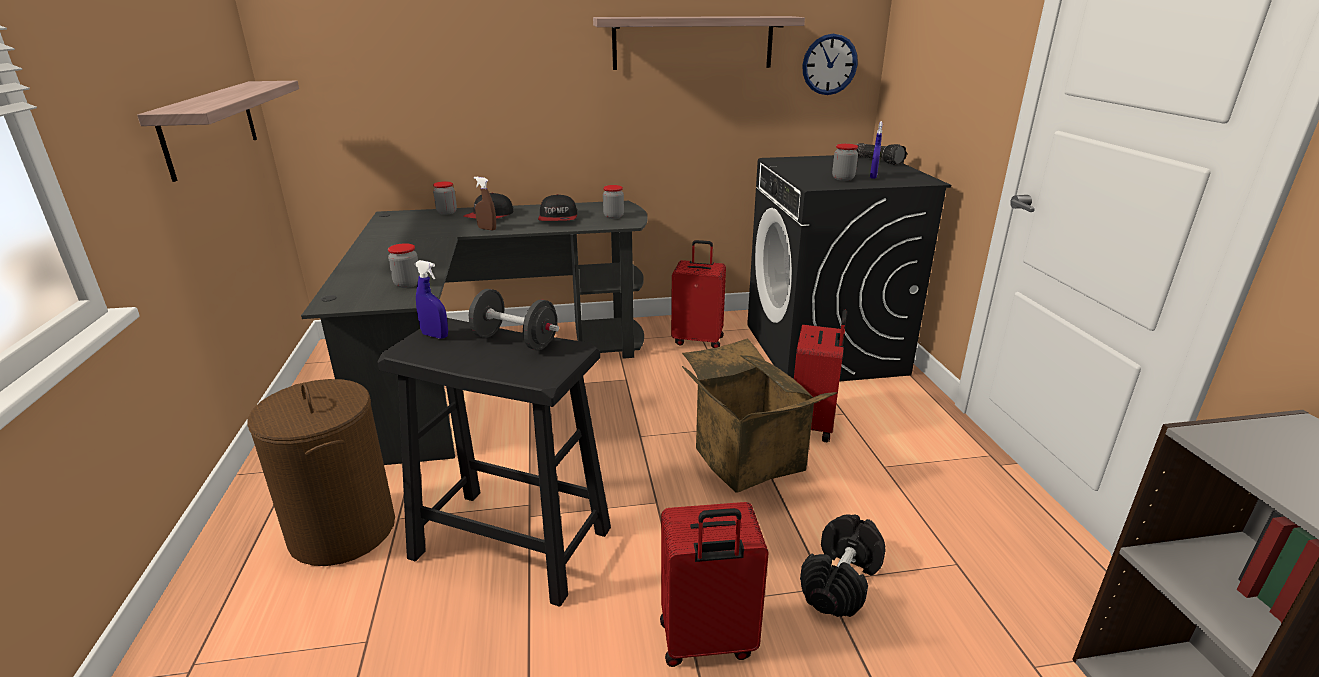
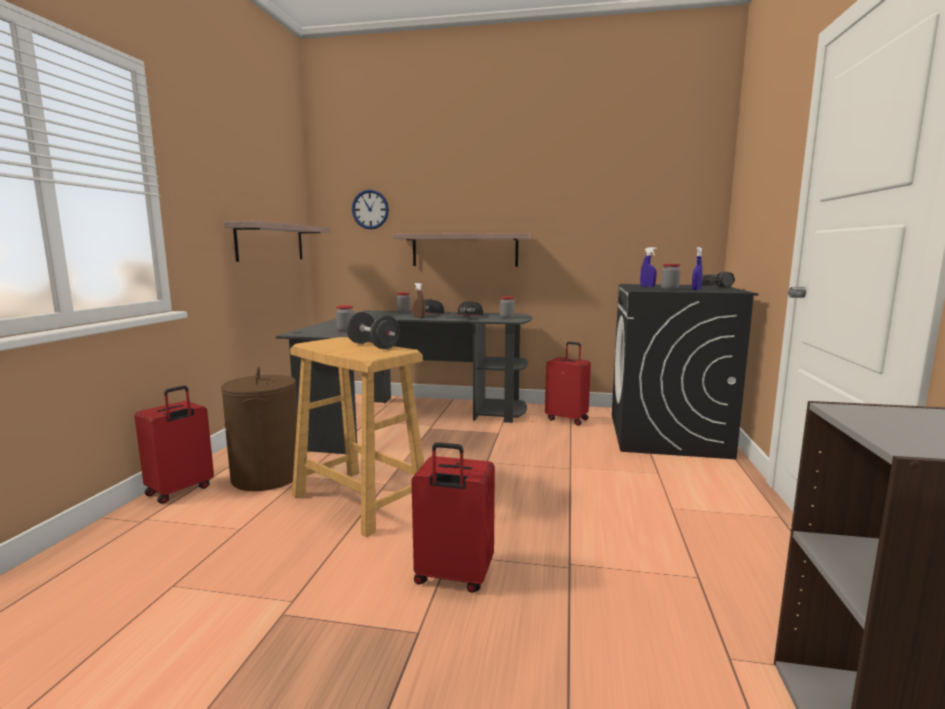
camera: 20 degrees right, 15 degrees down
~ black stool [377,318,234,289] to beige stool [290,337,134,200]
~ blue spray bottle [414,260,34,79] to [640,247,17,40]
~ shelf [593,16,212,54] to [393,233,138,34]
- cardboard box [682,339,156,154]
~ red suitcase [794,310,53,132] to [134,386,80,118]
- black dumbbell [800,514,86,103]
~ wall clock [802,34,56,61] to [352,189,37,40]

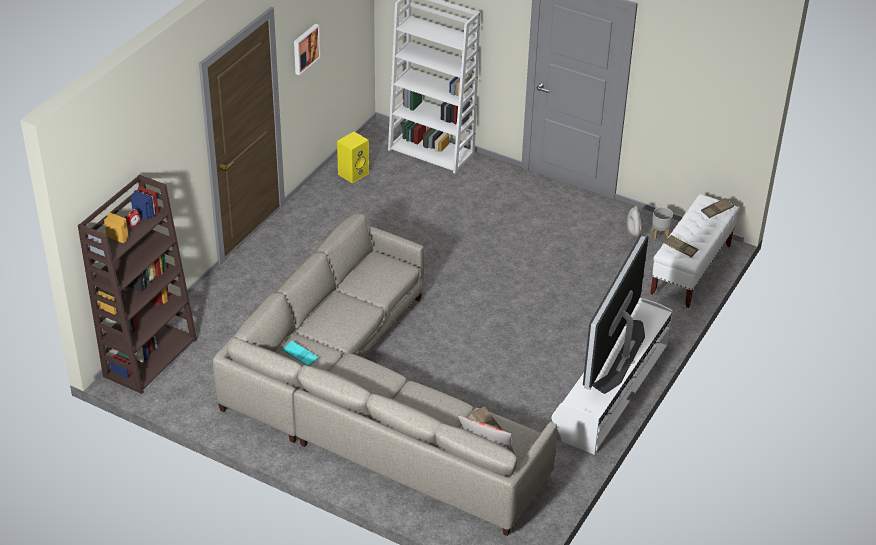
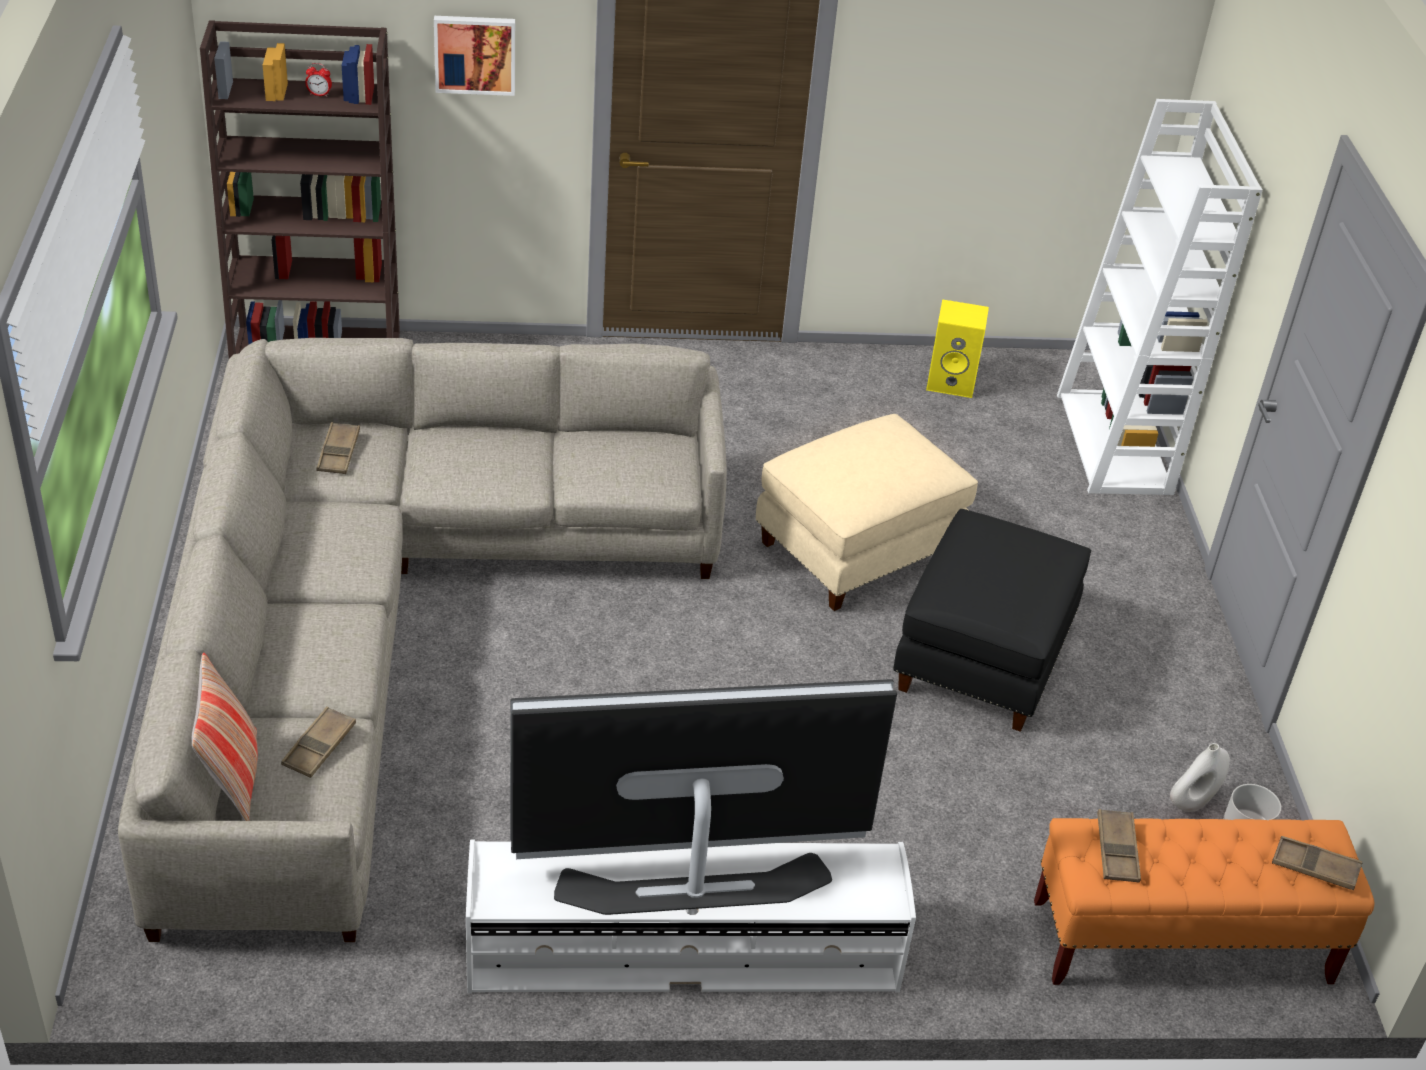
camera: 55 degrees right, 0 degrees up
~ turquoise tray [282,341,36,25] to brown tray [317,422,43,52]
~ picture [294,24,27,51] to [434,16,81,80]
~ white bench [650,194,89,114] to orange bench [1034,818,340,167]
+ beige ottoman [756,414,222,197]
+ black ottoman [893,509,198,223]

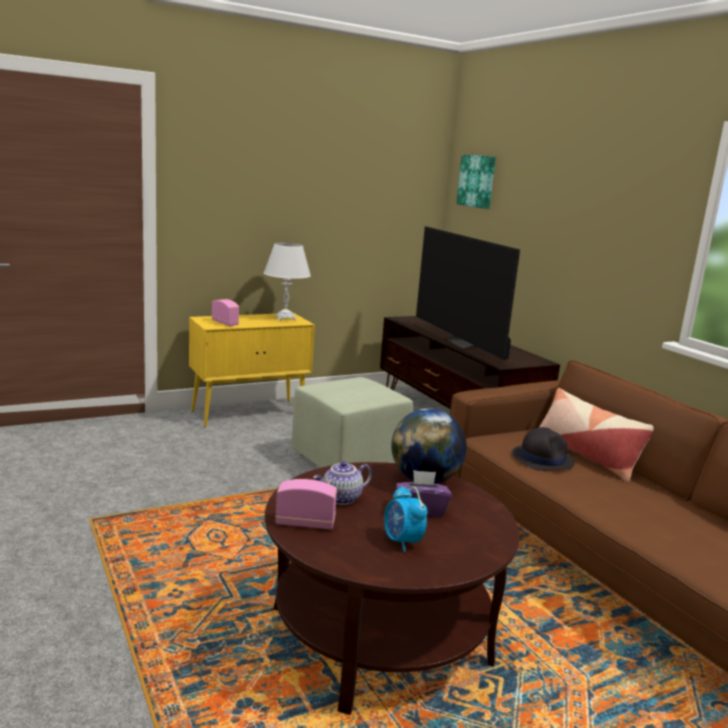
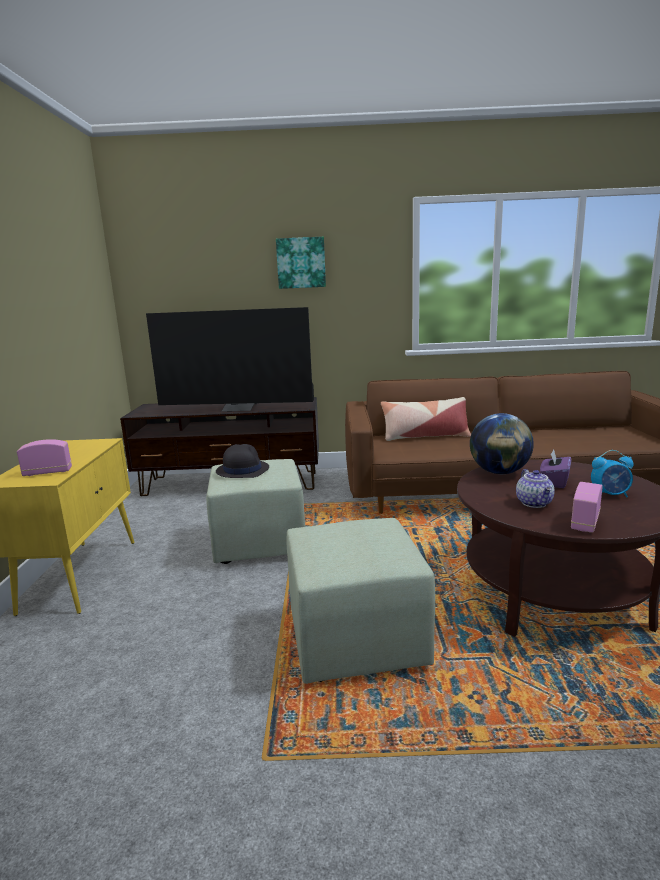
camera: 60 degrees left, 0 degrees up
- white table lamp [264,243,47,78]
~ picture [456,155,40,54] to [276,237,50,52]
~ black hat [512,427,63,44] to [216,444,53,34]
+ green ottoman [287,518,148,166]

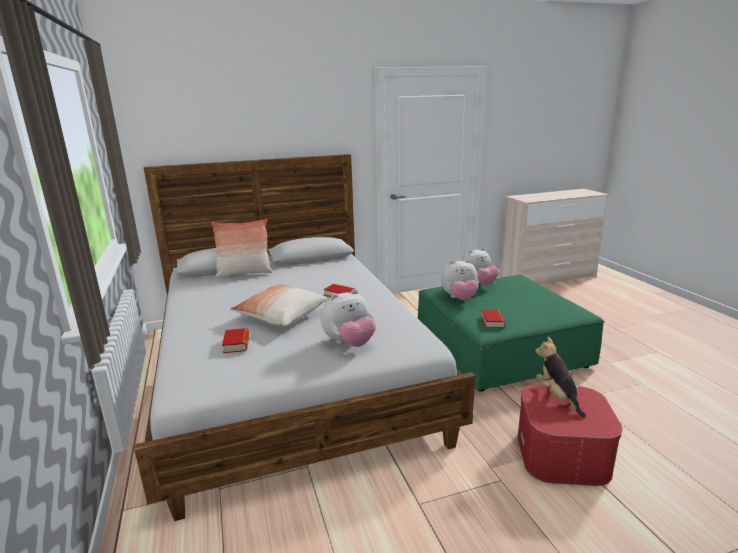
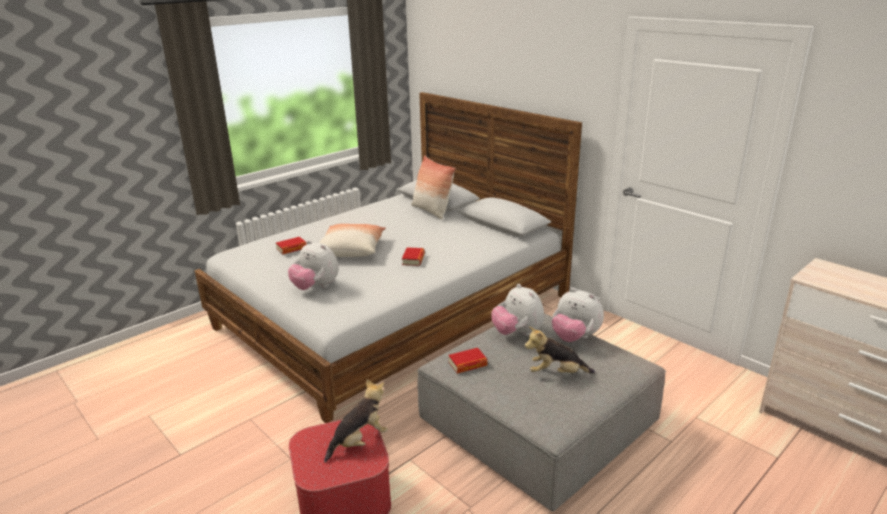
camera: 65 degrees right, 5 degrees up
~ green ottoman [418,275,187,117] to grey ottoman [417,313,249,199]
+ plush toy [525,327,70,47]

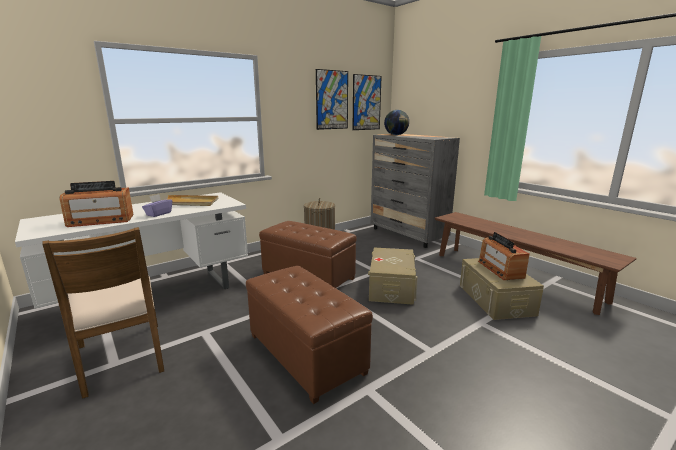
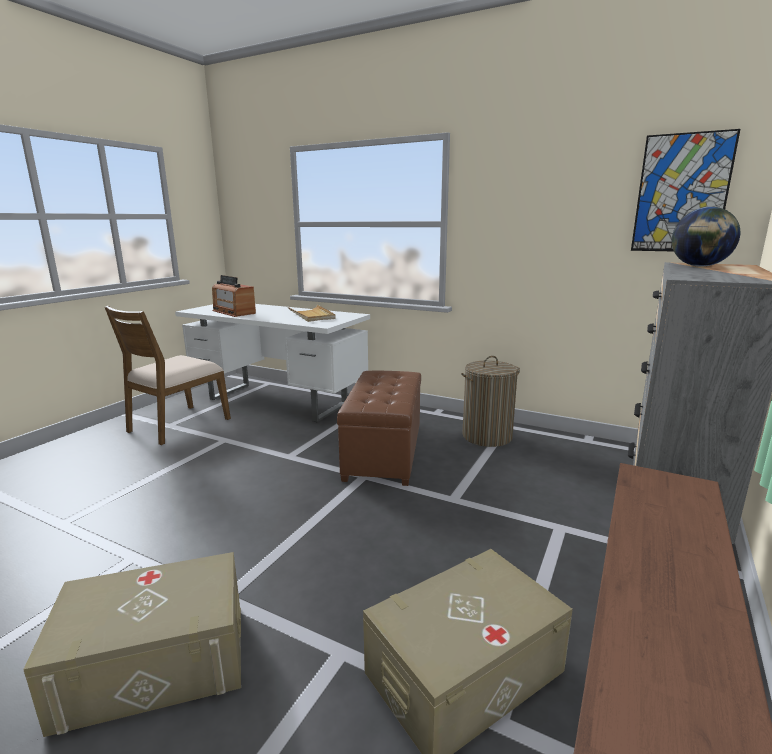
camera: 65 degrees right, 0 degrees up
- purple tissue box [142,194,30,23]
- brown ottoman [246,266,127,138]
- picture [316,69,32,61]
~ beige storage box [368,247,50,58] to [23,552,218,185]
- radio [478,232,52,48]

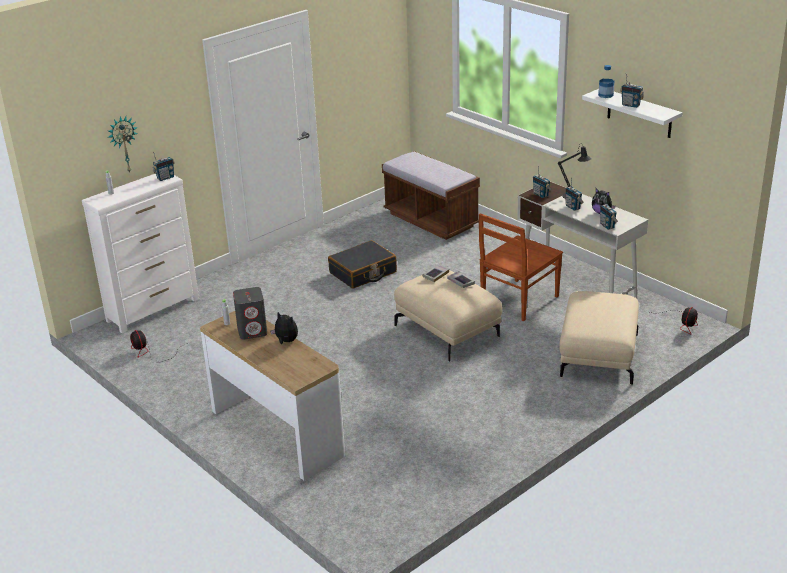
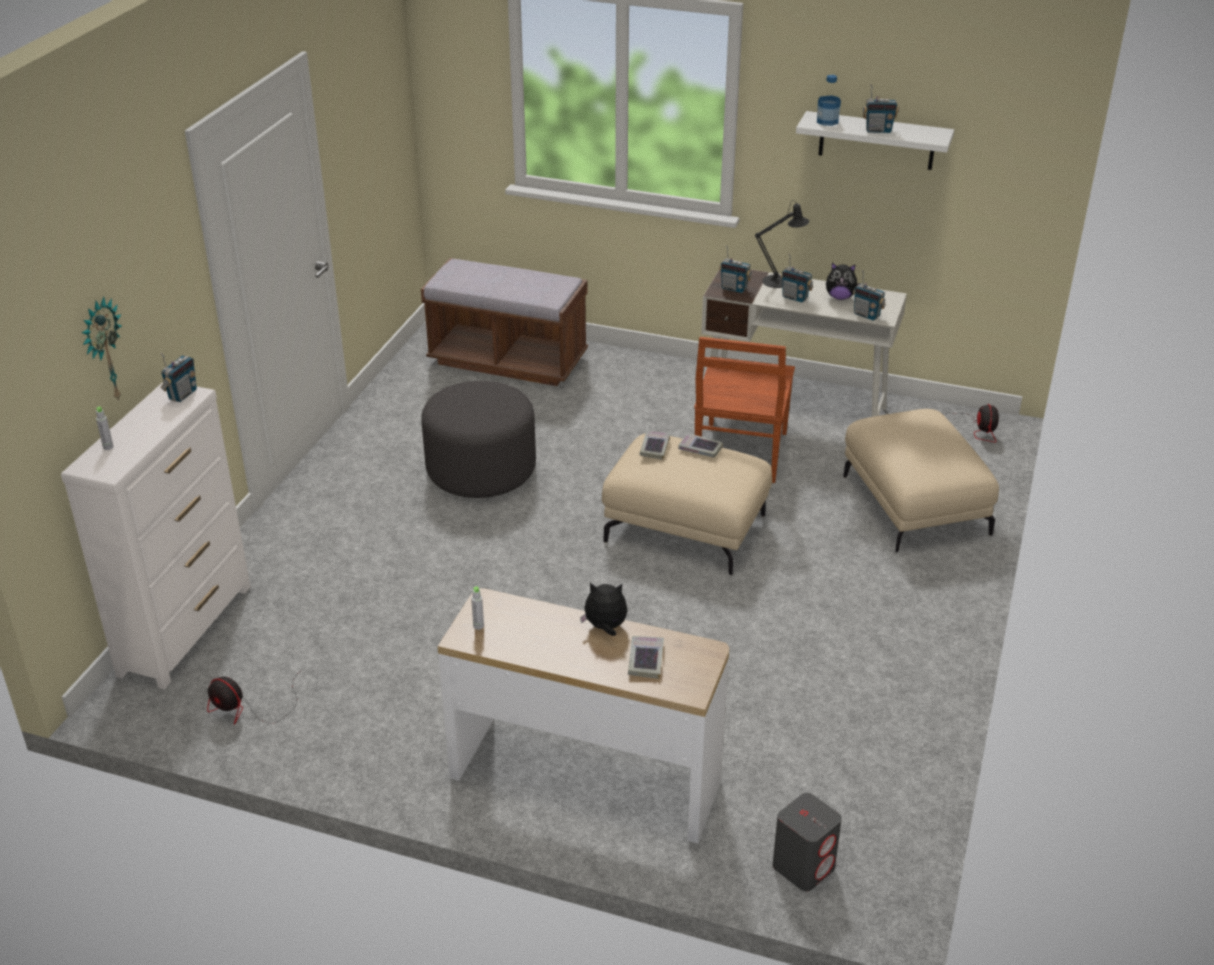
camera: 30 degrees left, 5 degrees up
~ grey speaker [233,287,34,53] to [773,793,69,98]
~ black suitcase [328,240,69,49] to grey ottoman [421,381,115,117]
+ book [628,636,36,43]

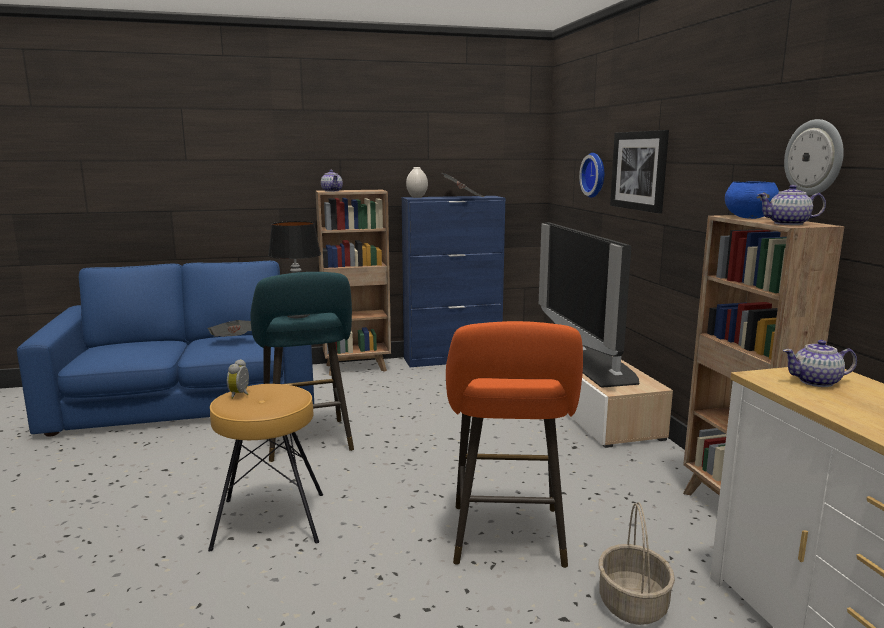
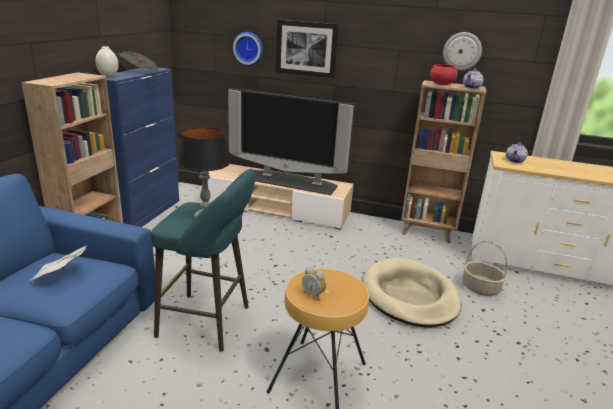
camera: 60 degrees left, 10 degrees up
- teapot [321,170,22,22]
~ orange stool [446,321,137,247] to beige dog bed [362,258,99,69]
~ blue bowl [725,181,54,38] to red bowl [430,64,28,21]

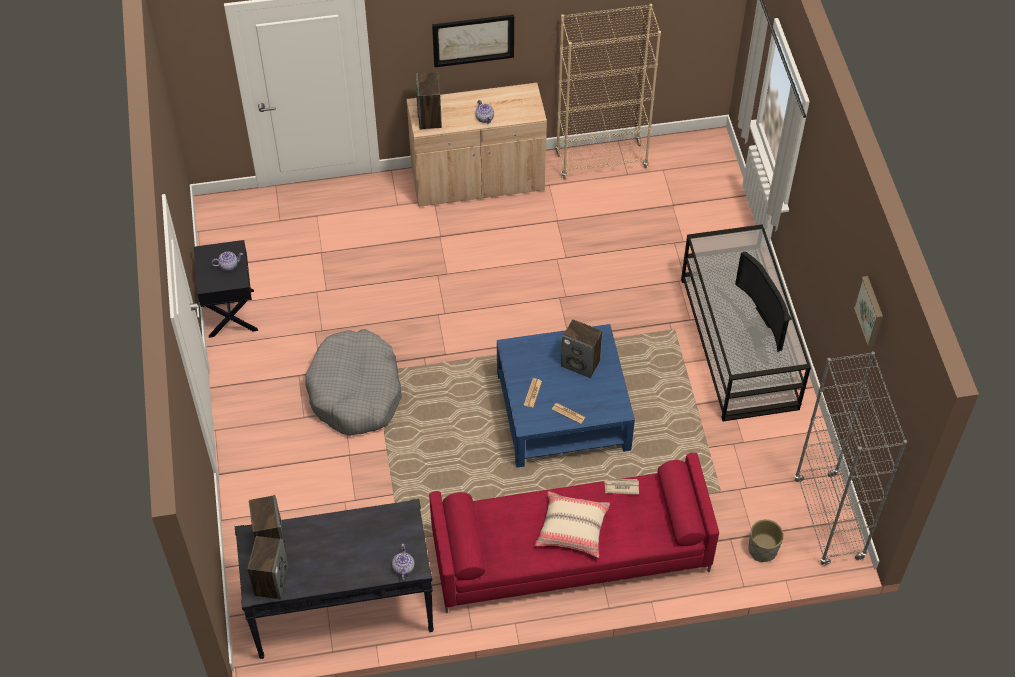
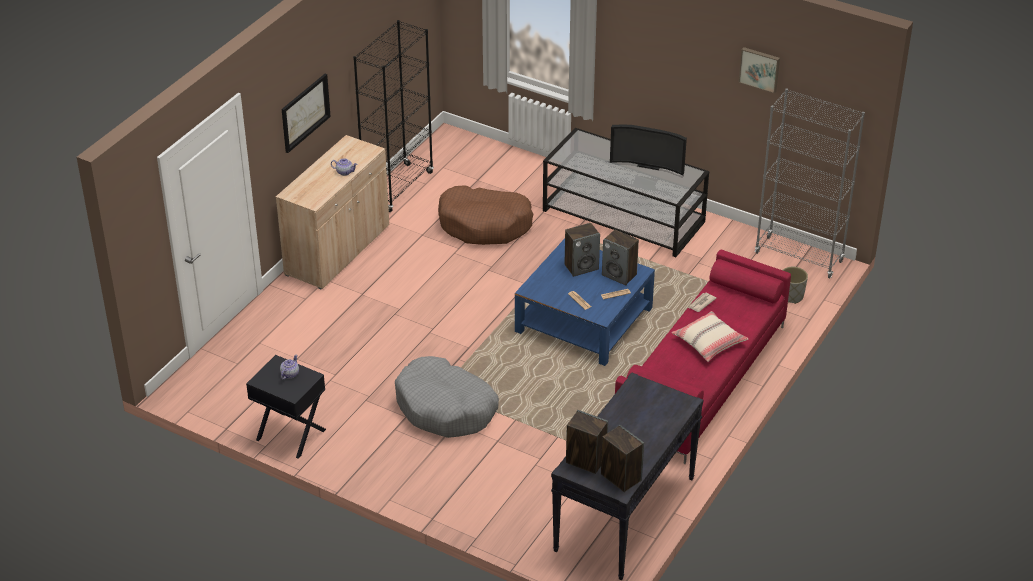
camera: 50 degrees left, 15 degrees down
- teapot [392,544,23,37]
~ speaker [416,72,26,58] to [602,230,37,55]
~ beige bookcase [556,4,105,175] to black bookcase [353,20,81,192]
+ brown dog bed [438,185,95,60]

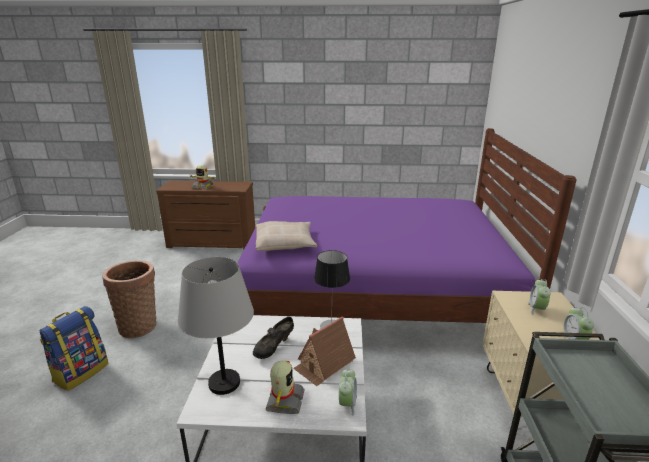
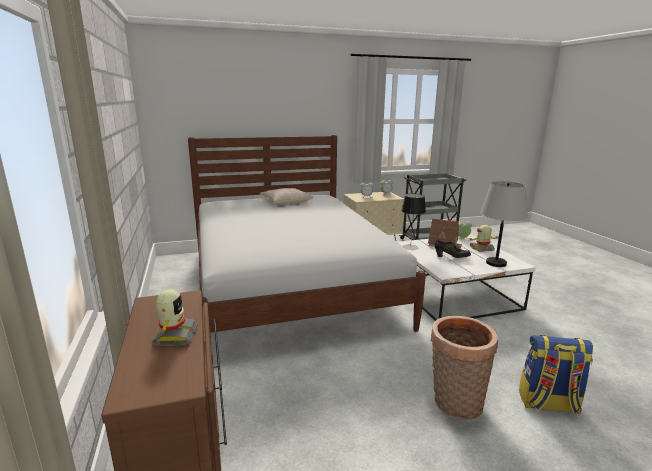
camera: 110 degrees left, 5 degrees down
~ purple bed [238,128,339,195] to white bed [188,135,238,198]
~ beige pillow [256,221,61,30] to [260,188,53,17]

